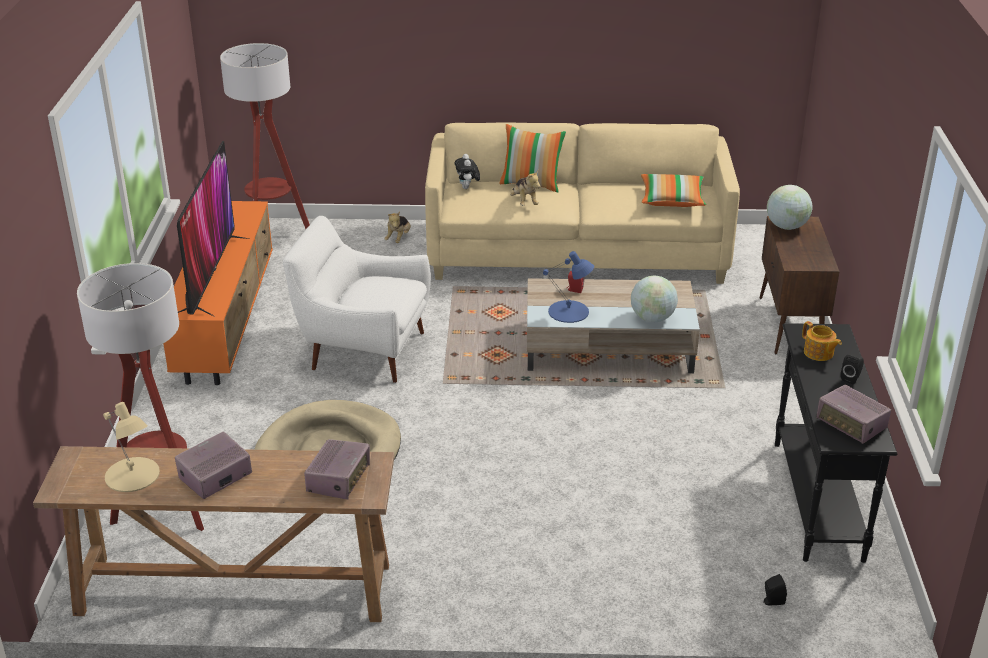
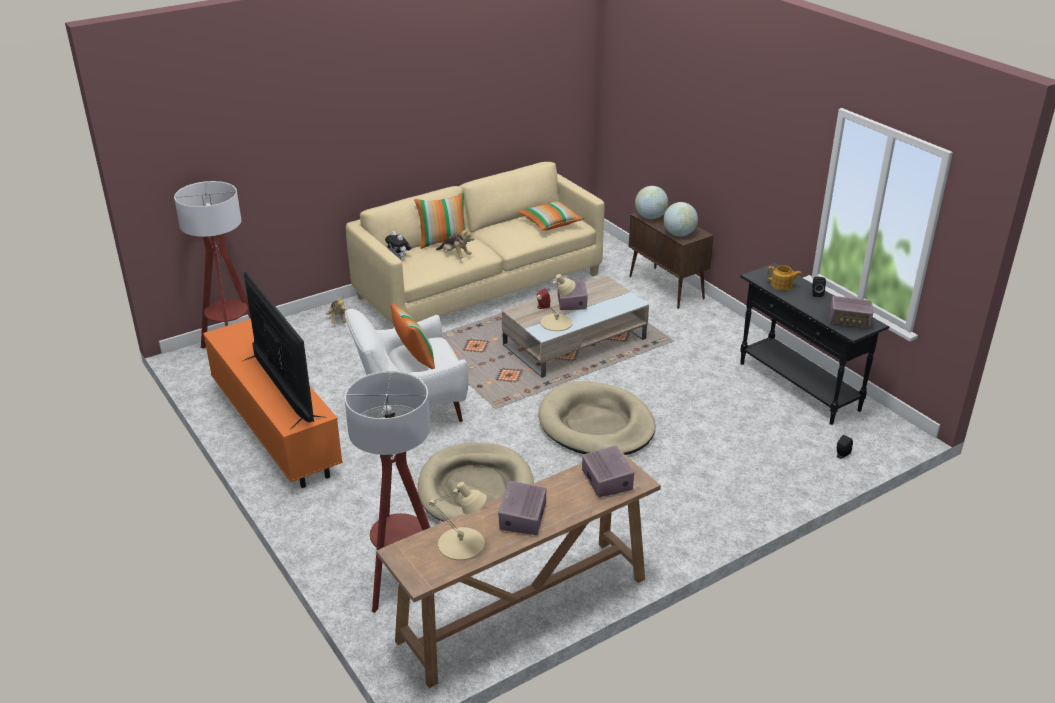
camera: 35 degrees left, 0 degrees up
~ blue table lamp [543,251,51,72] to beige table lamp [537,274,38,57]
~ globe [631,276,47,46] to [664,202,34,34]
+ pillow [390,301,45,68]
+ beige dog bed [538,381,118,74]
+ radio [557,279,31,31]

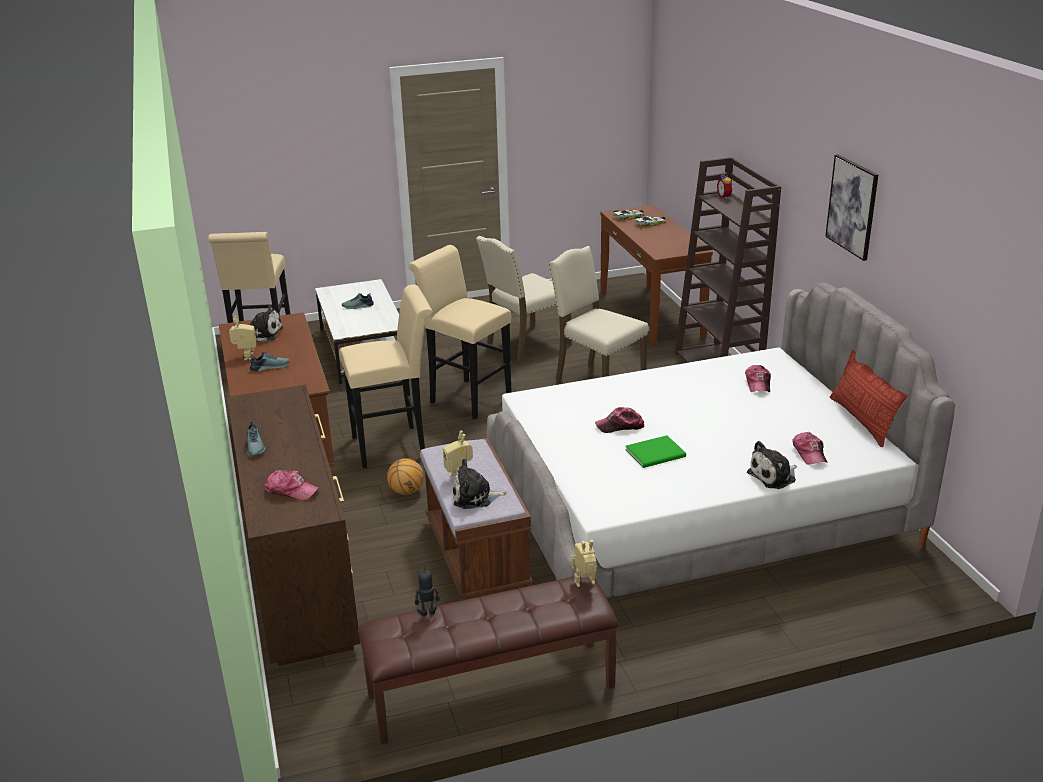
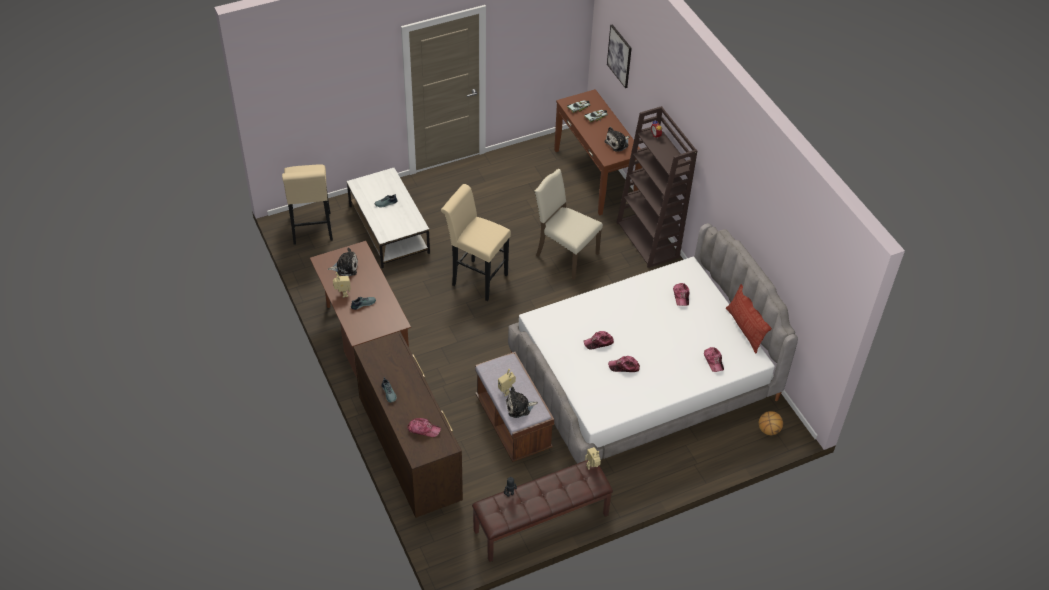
camera: 10 degrees left, 20 degrees up
- beige stool [339,284,94,184]
~ basketball [387,458,37,37] to [759,411,24,24]
- beige chair [476,236,95,127]
~ green book [626,435,60,33] to cap [608,356,32,16]
~ plush toy [747,441,50,48] to [604,127,25,25]
~ picture [825,154,53,107] to [607,24,25,64]

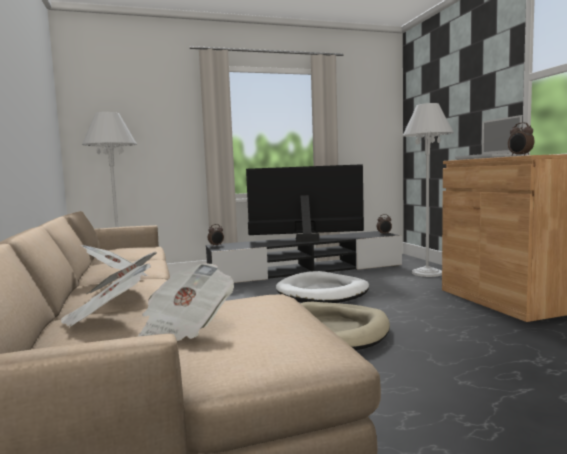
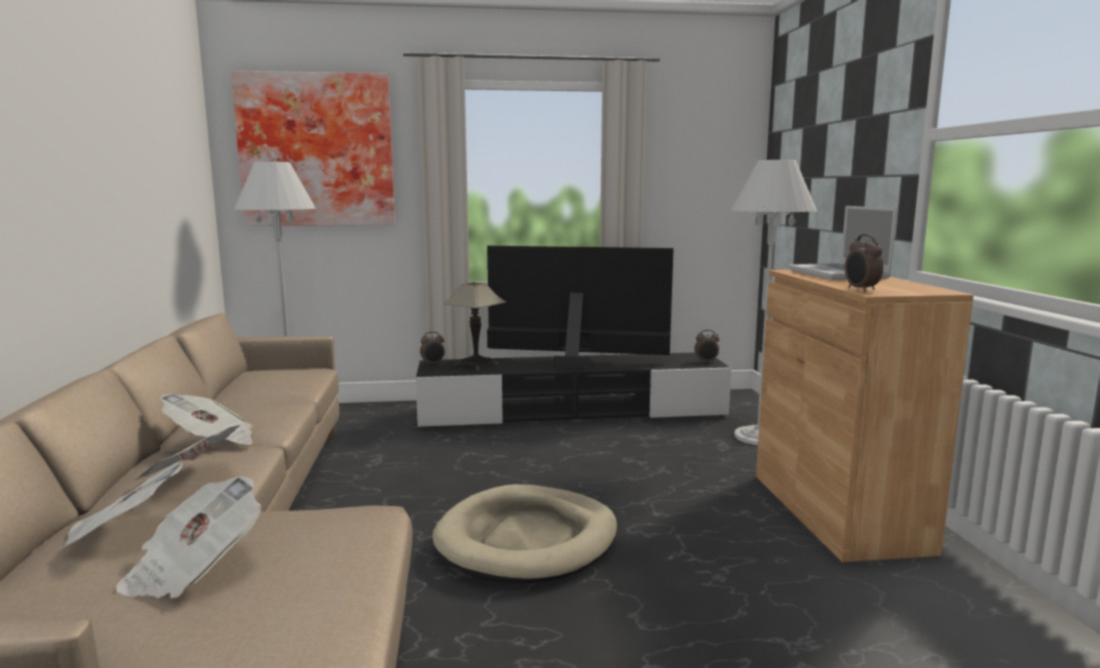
camera: 10 degrees right, 5 degrees up
- white dog bed [276,271,93,32]
+ picture [231,71,164,155]
+ table lamp [443,282,63,89]

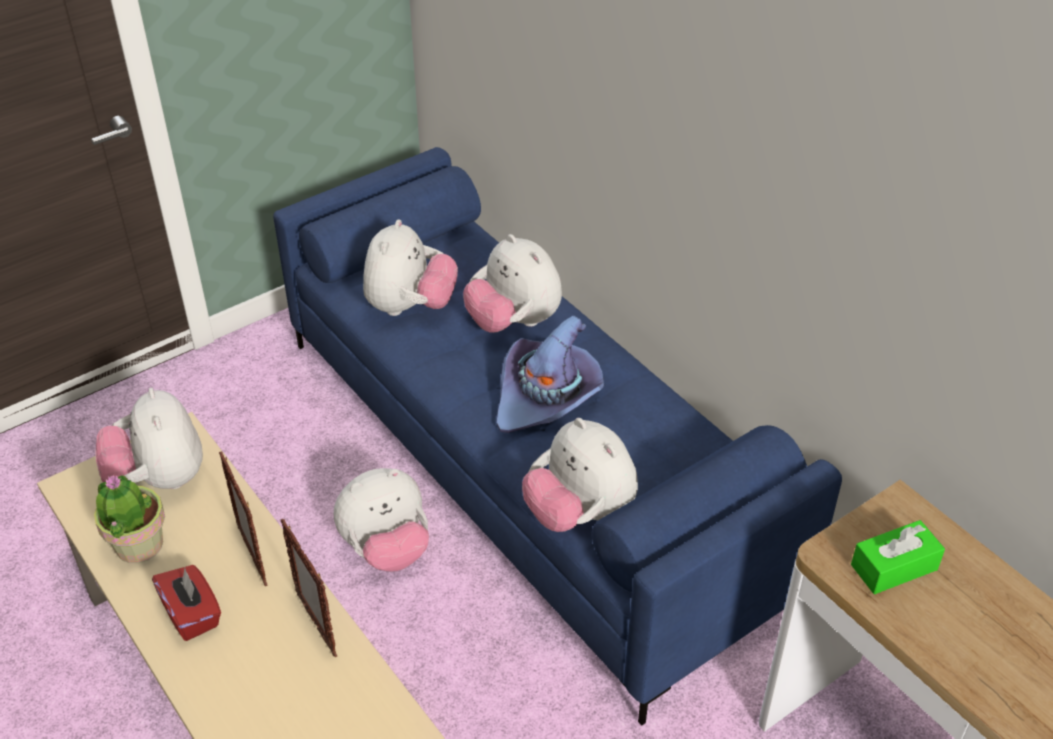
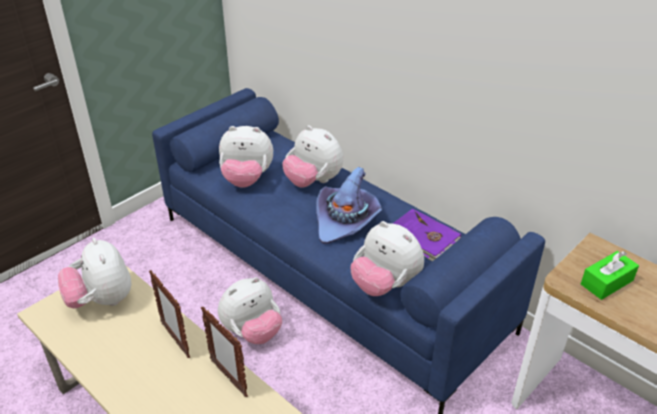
camera: 10 degrees left, 5 degrees down
- potted plant [94,475,71,88]
- red tissue box [152,565,69,76]
~ plush toy [363,219,95,97] = [219,126,54,62] 90 degrees clockwise
+ purple book [393,208,68,53]

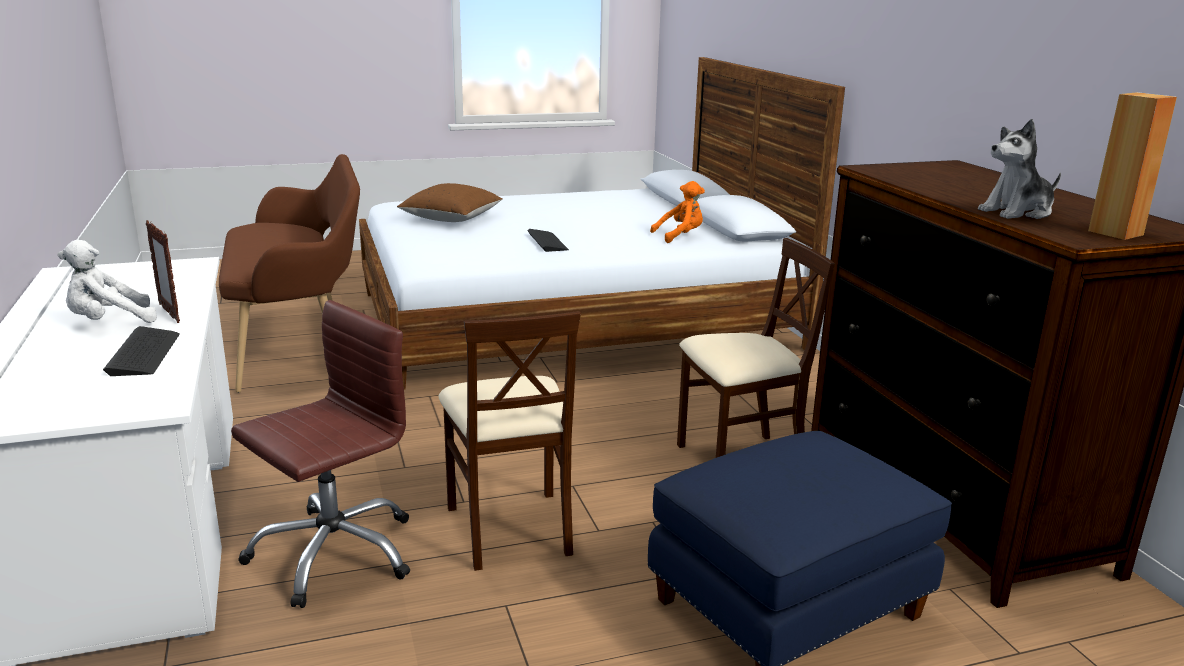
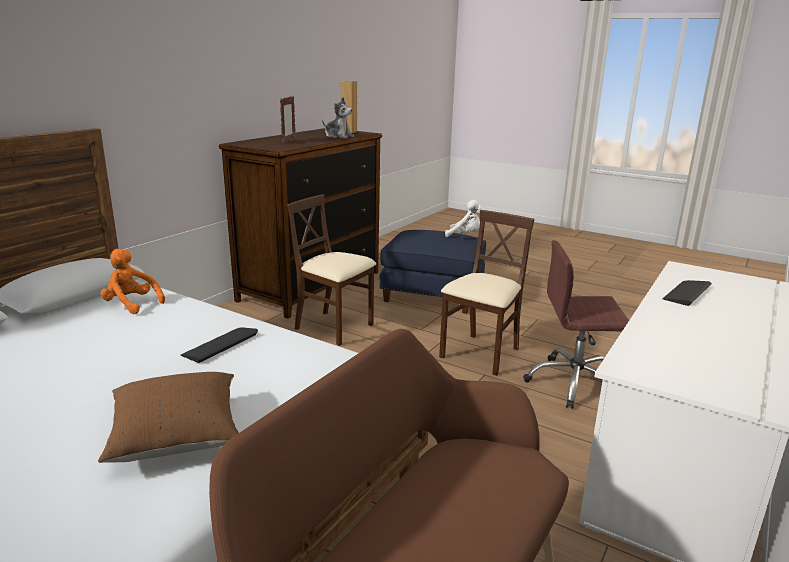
camera: 130 degrees left, 0 degrees up
~ white plush toy [57,240,100,83] to [445,199,36,38]
~ picture frame [146,220,34,103] to [280,96,16,48]

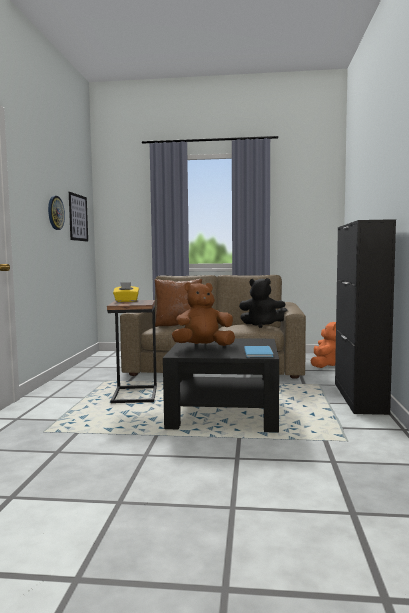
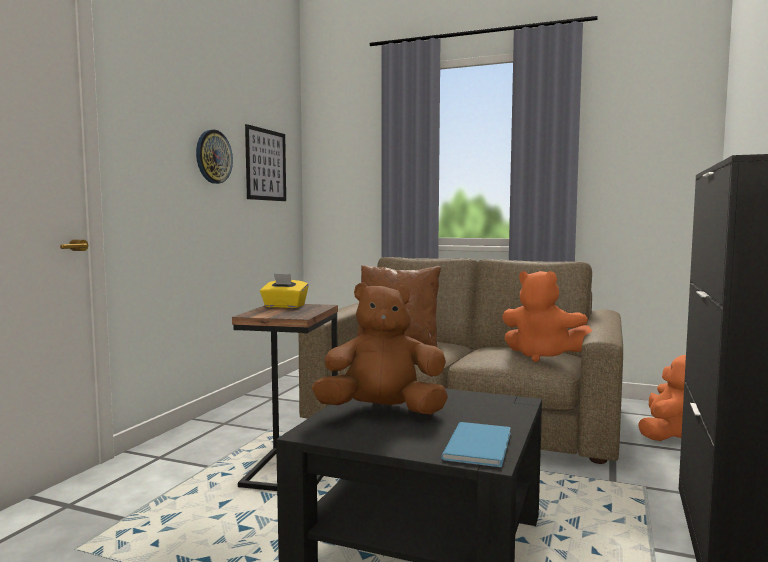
camera: 15 degrees right, 0 degrees up
~ black plush toy [239,278,49,50] to orange plush toy [502,271,90,91]

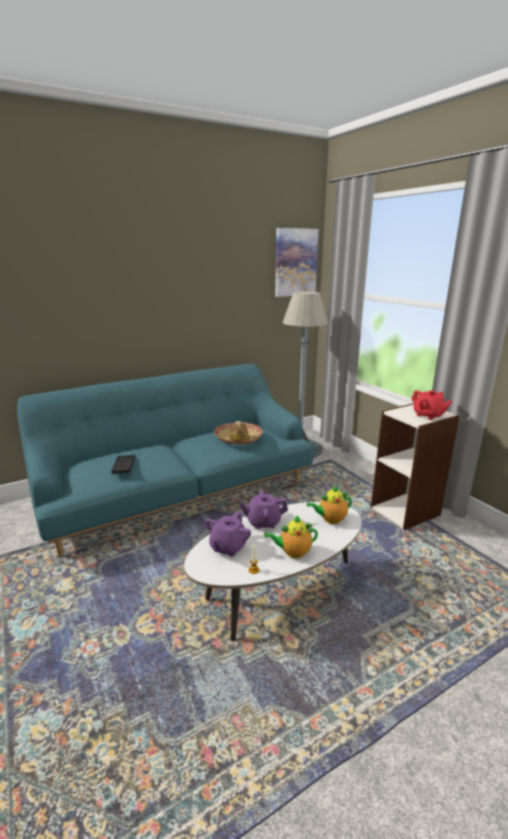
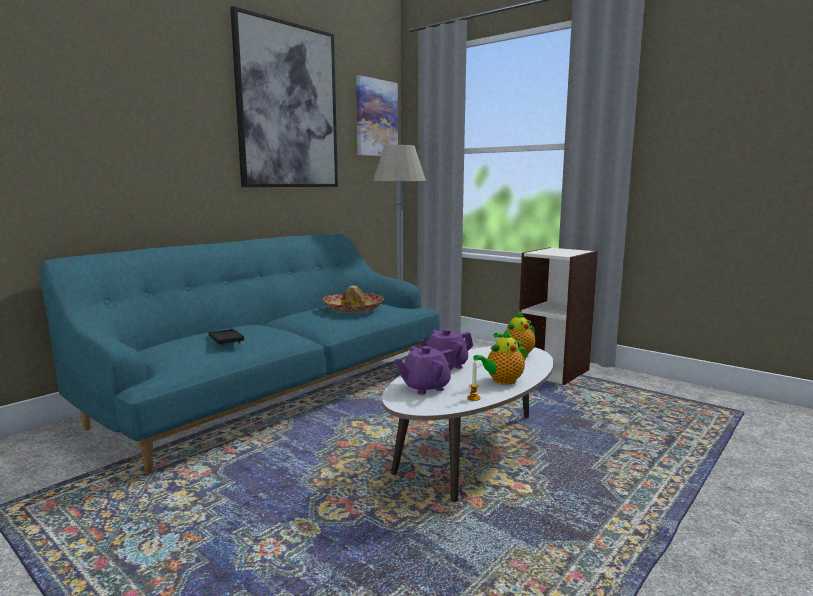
camera: 20 degrees left, 10 degrees down
~ purple teapot [205,511,46,46] = [394,346,63,48] 60 degrees clockwise
- red teapot [411,390,42,30]
+ picture [230,6,108,181]

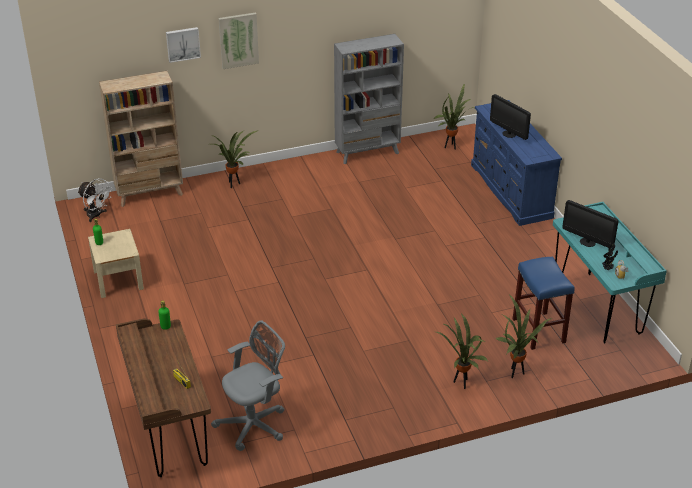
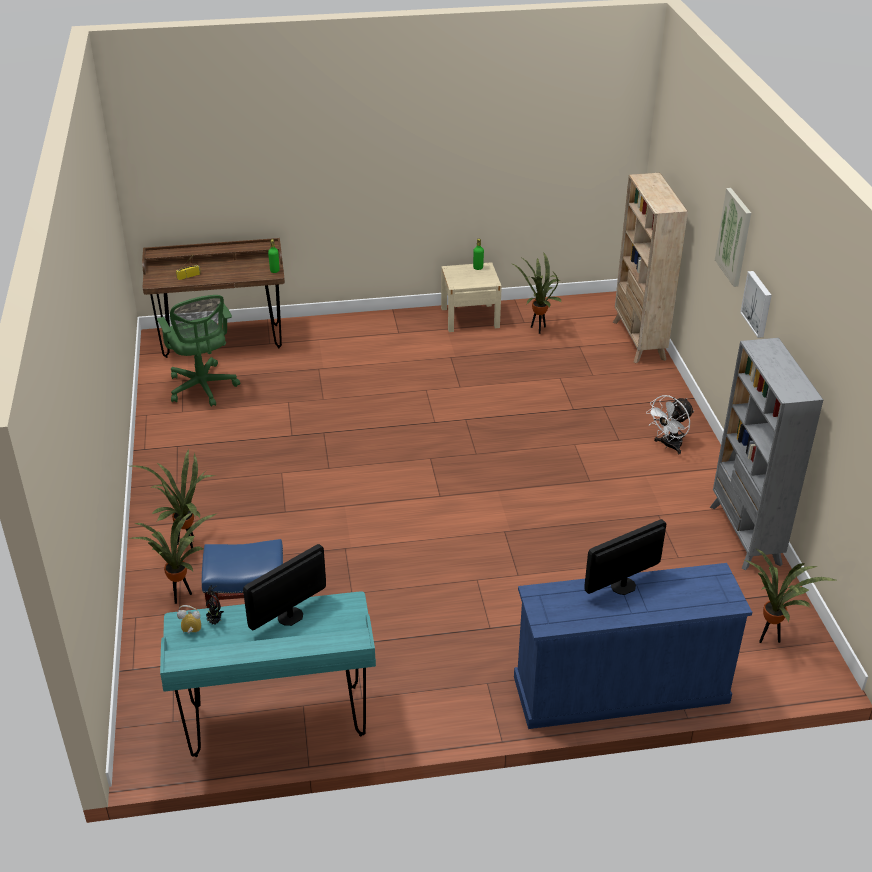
camera: 100 degrees right, 0 degrees up
~ white fan [77,178,35,44] to [646,395,48,59]
~ picture [166,27,35,36] to [740,271,32,67]
~ potted plant [211,130,48,58] to [510,252,53,82]
~ grey office chair [211,320,74,131] to green office chair [157,295,83,112]

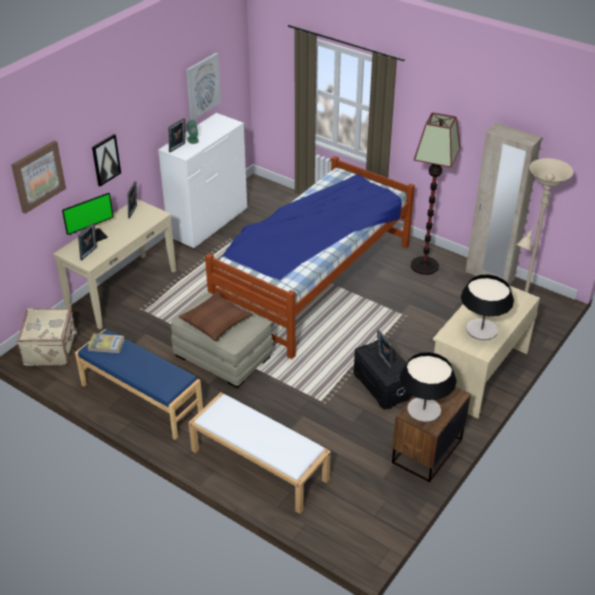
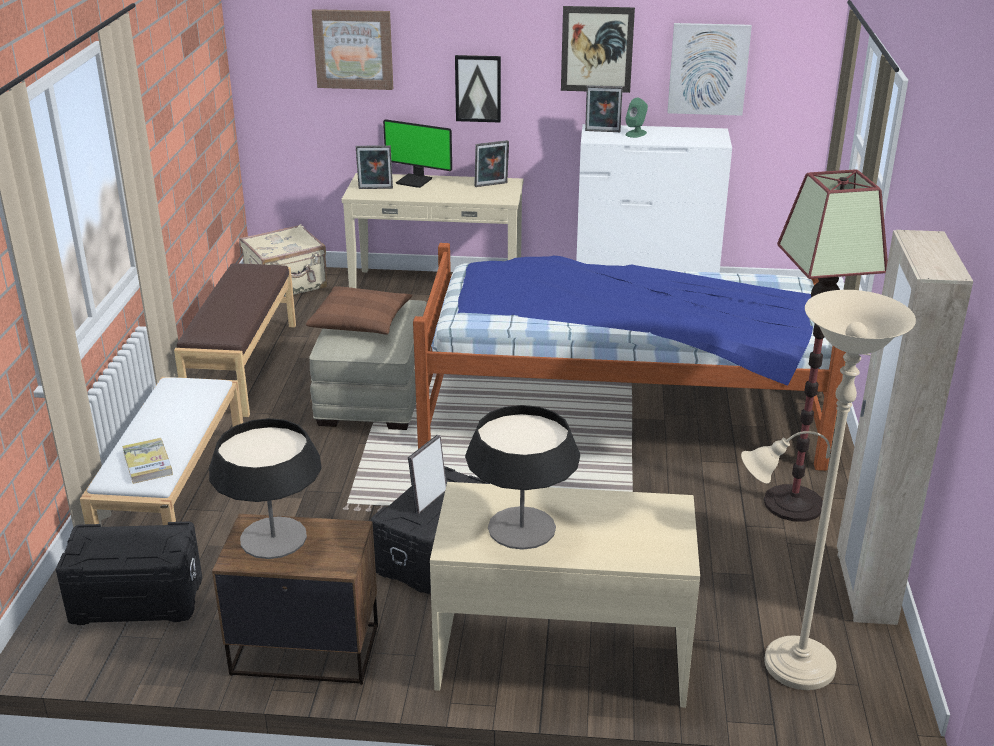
camera: 60 degrees right, 10 degrees down
~ blue bench [75,329,128,111] to brown bench [174,264,122,153]
~ book [87,334,38,19] to [122,438,51,46]
+ black storage box [56,522,146,103]
+ picture [561,6,74,87]

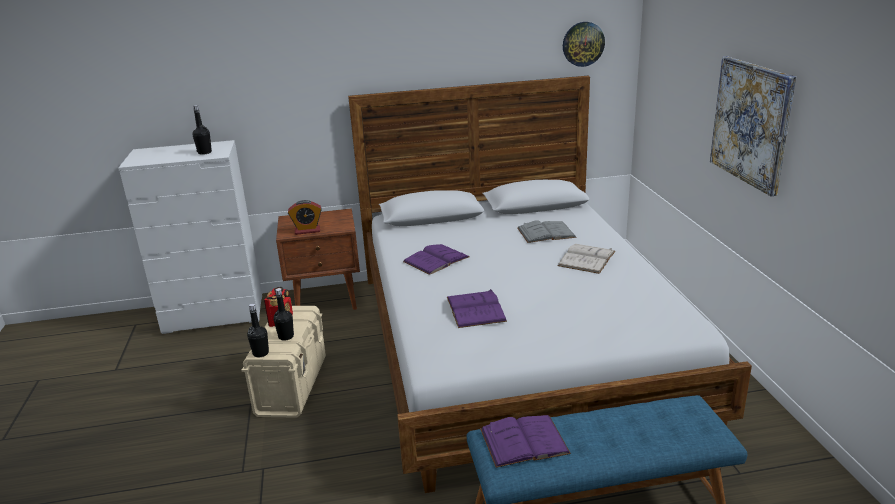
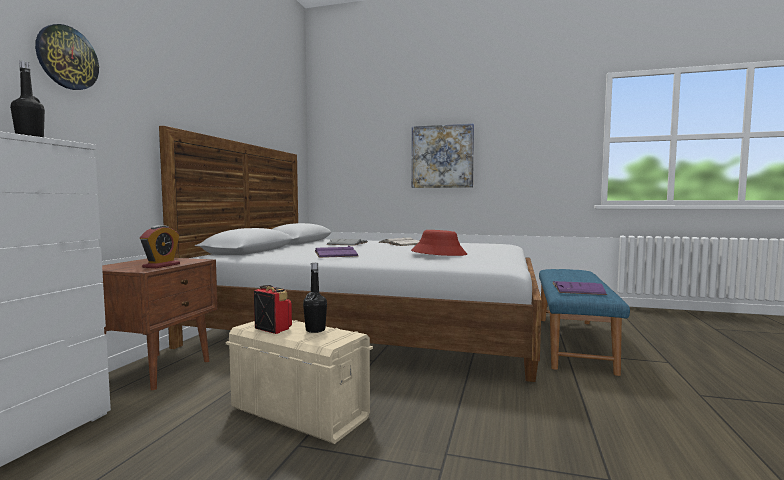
camera: 65 degrees left, 20 degrees down
- black bottle [247,304,22,53]
~ purple book [447,289,60,39] to red hat [411,230,56,26]
~ wall clock [563,22,42,45] to [35,24,64,66]

